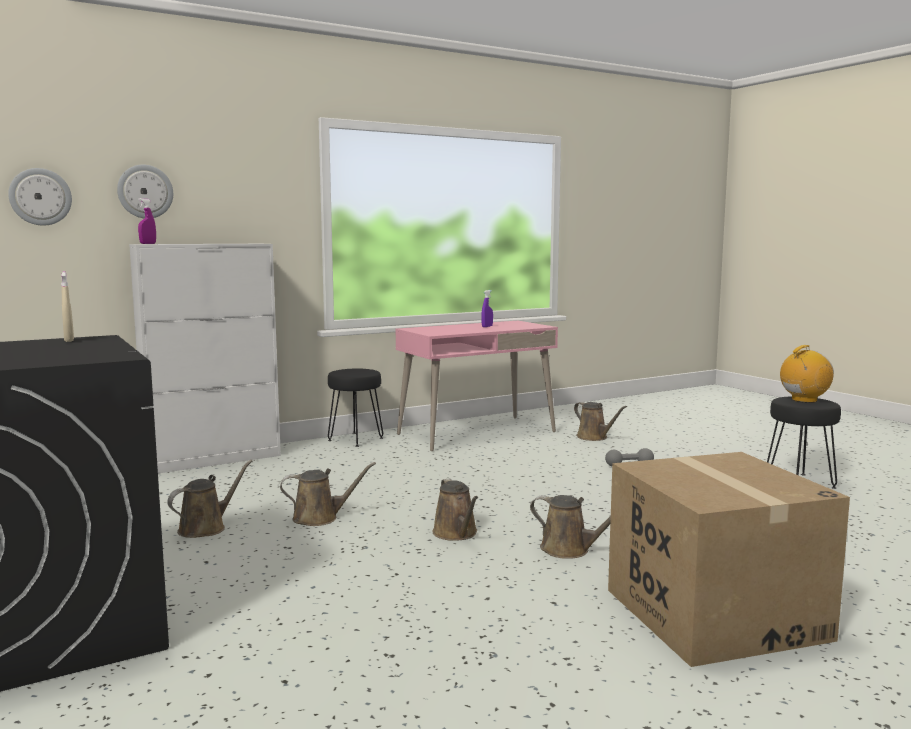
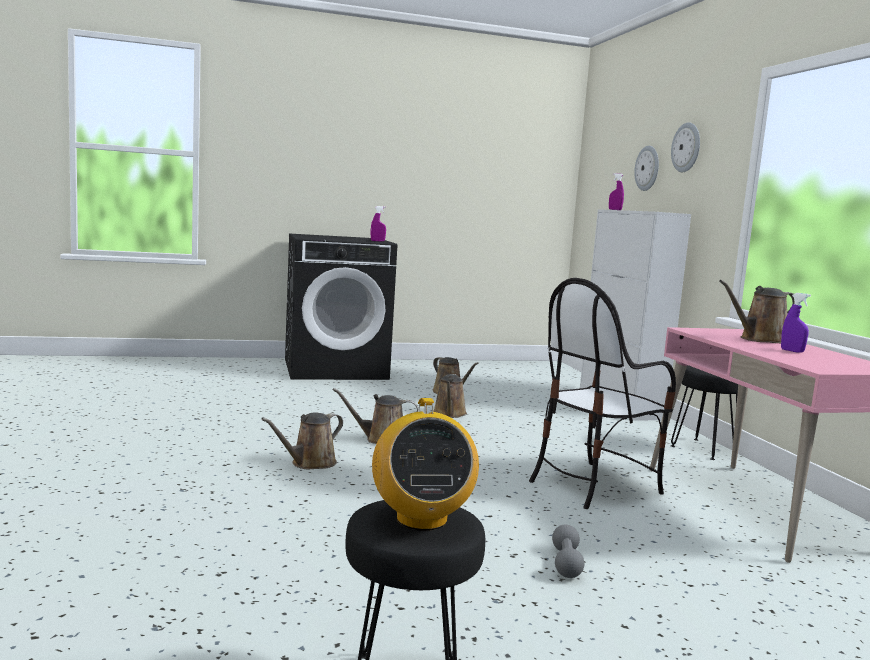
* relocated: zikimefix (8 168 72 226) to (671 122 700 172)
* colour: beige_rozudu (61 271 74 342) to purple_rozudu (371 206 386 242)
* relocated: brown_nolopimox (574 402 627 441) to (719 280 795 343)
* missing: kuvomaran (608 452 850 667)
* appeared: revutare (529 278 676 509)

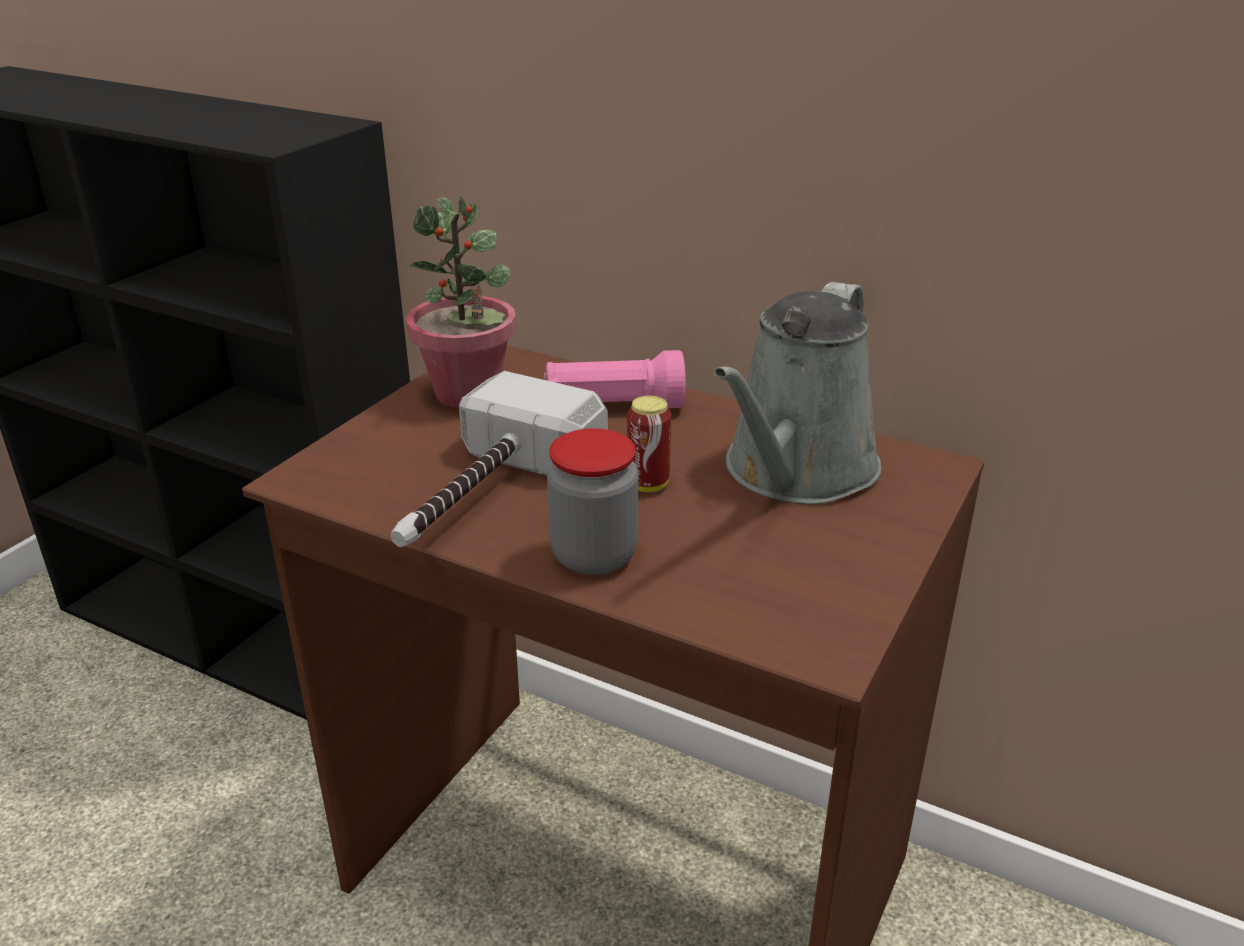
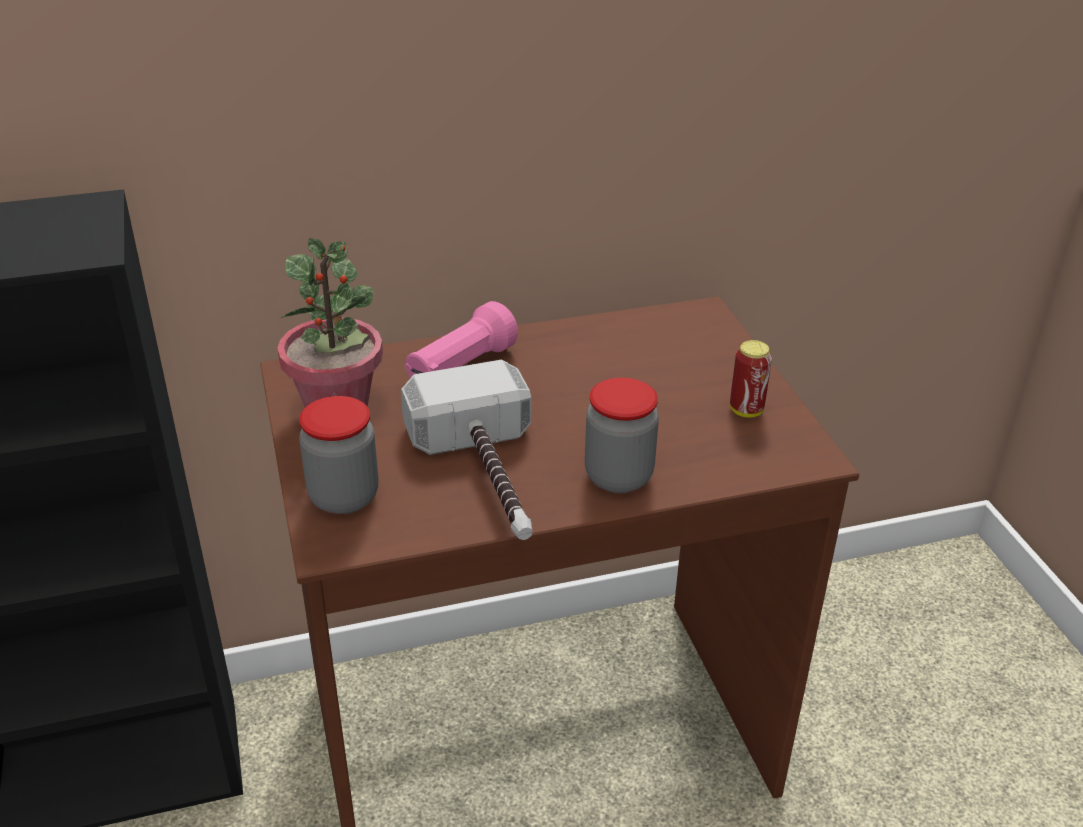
* relocated: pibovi (627 395 671 492) to (730 340 772 418)
* missing: grey_nolopimox (714 282 881 504)
* appeared: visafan (299 396 378 514)

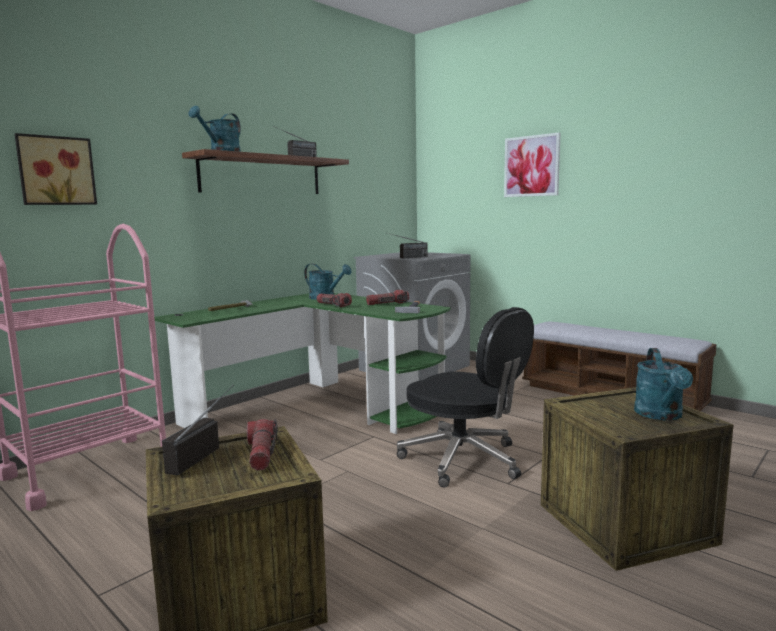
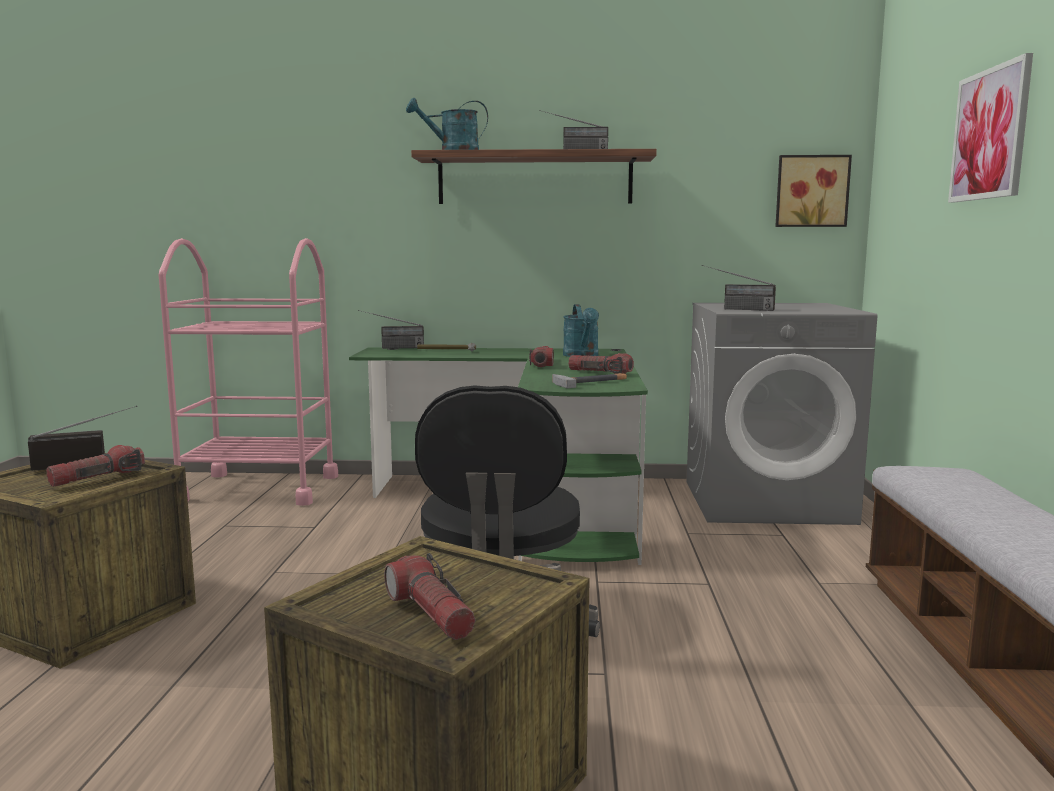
* relocated: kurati (15 133 97 205) to (775 155 852 227)
* exchanged: turquoise_nolopimox (634 348 693 420) to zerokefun (384 553 475 640)
* appeared: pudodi (358 310 424 349)

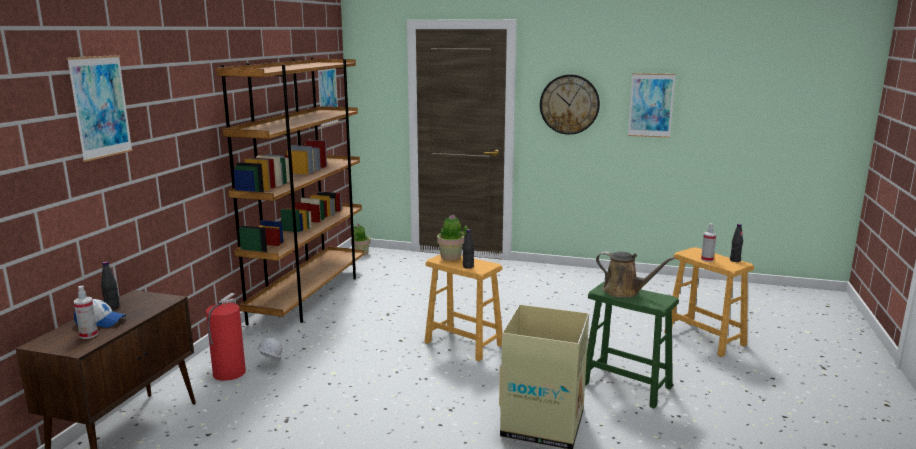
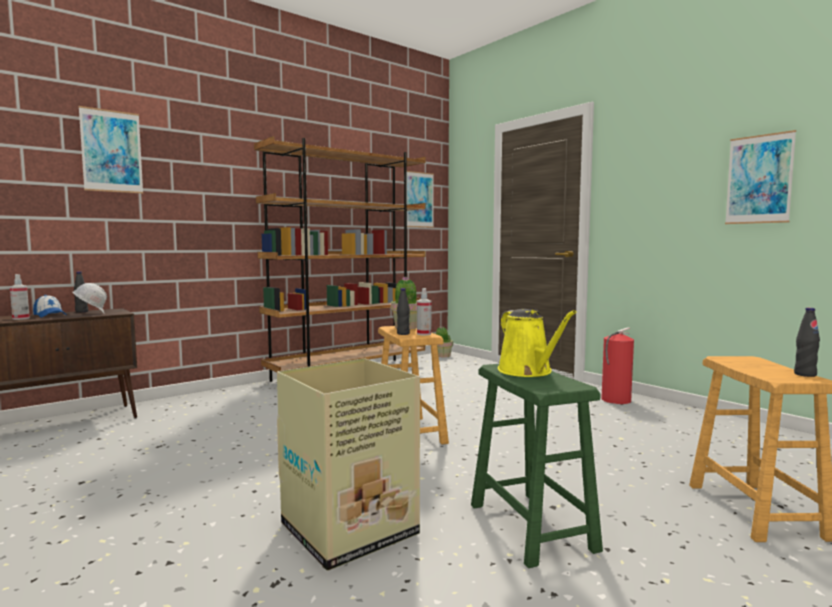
* relocated: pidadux (206 293 246 381) to (601 327 634 404)
* relocated: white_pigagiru (256 337 283 361) to (73 283 107 313)
* missing: zikimefix (540 74 600 135)
* colour: brown_nolopimox (596 251 675 298) to yellow_nolopimox (498 309 576 377)
* relocated: rozudu (701 223 716 262) to (417 288 431 335)

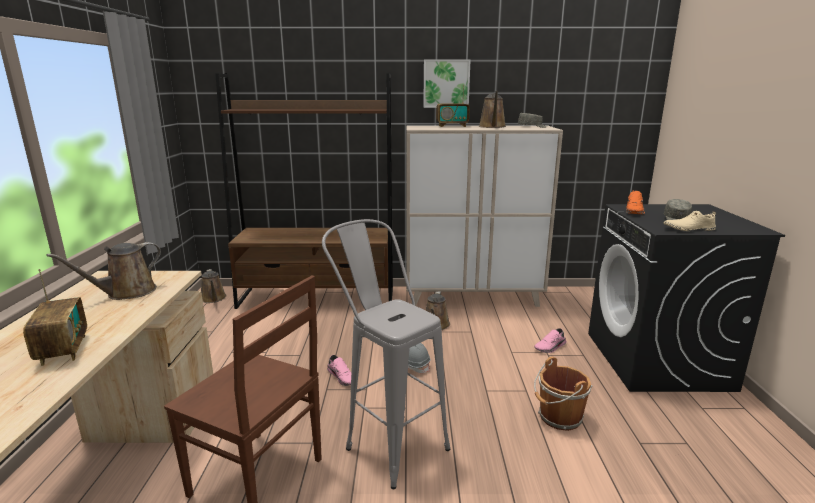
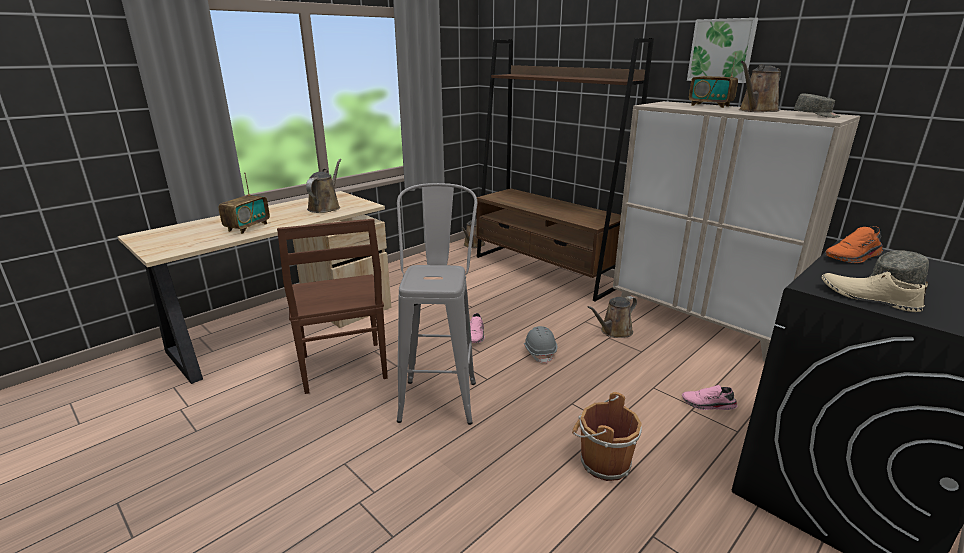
* spun: brown_nolopimox (46 242 161 300) = (306 159 341 213) 105 degrees clockwise

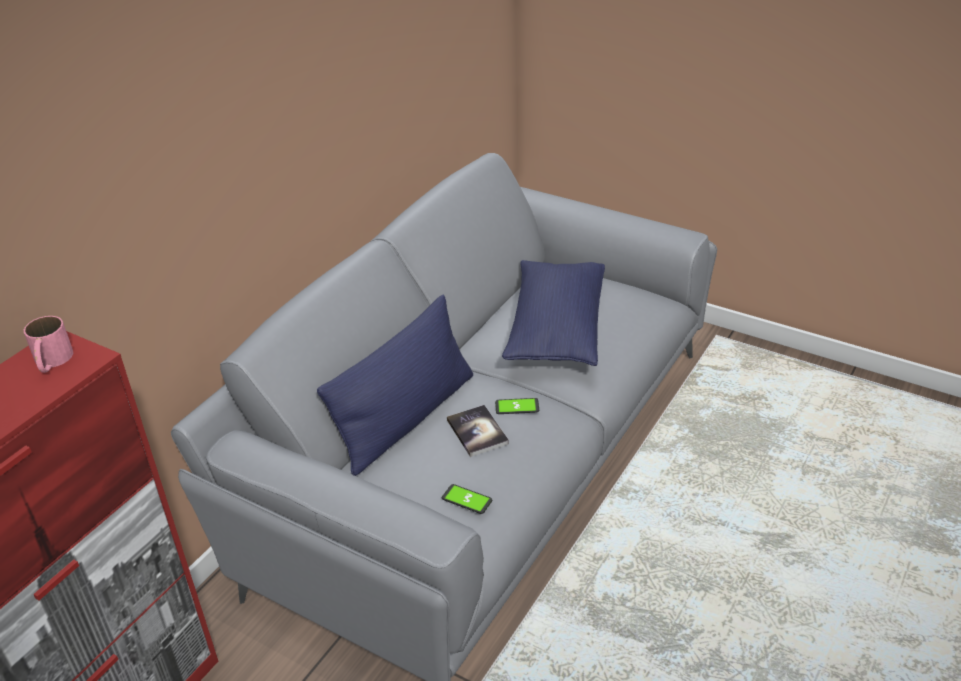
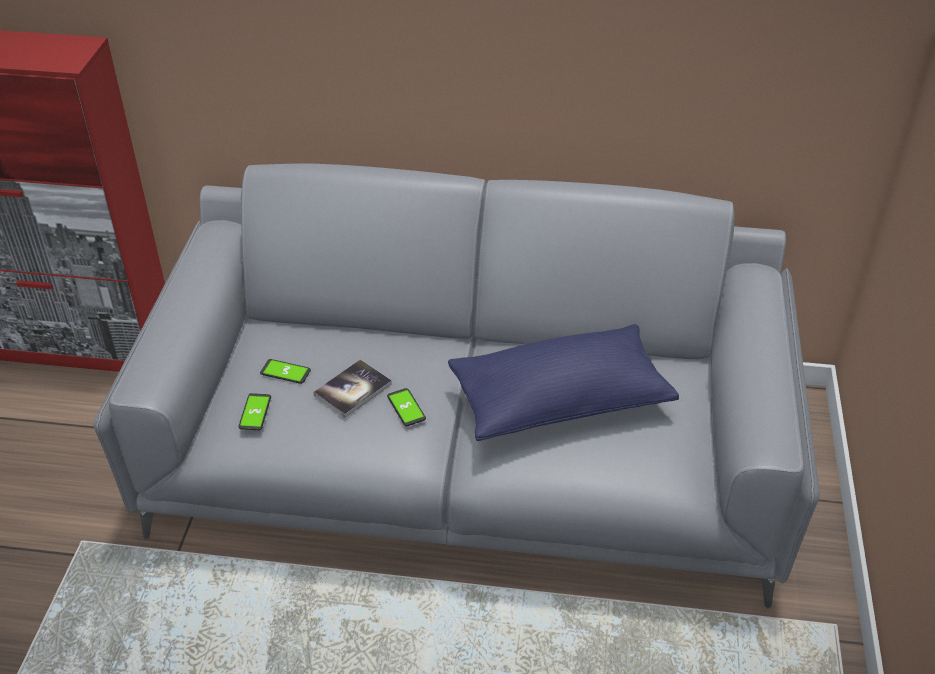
* missing: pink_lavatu (24 316 73 373)
* missing: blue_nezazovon (317 295 473 476)
* appeared: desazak (260 359 311 384)

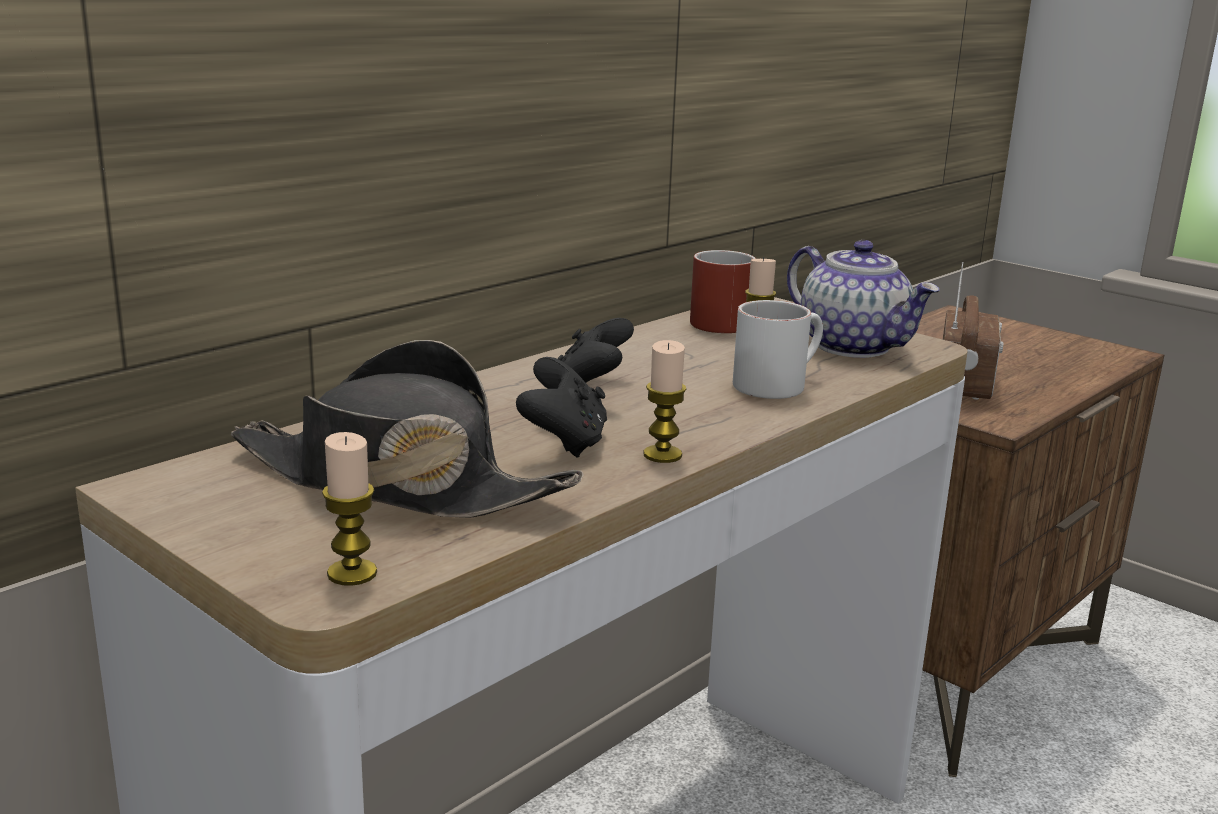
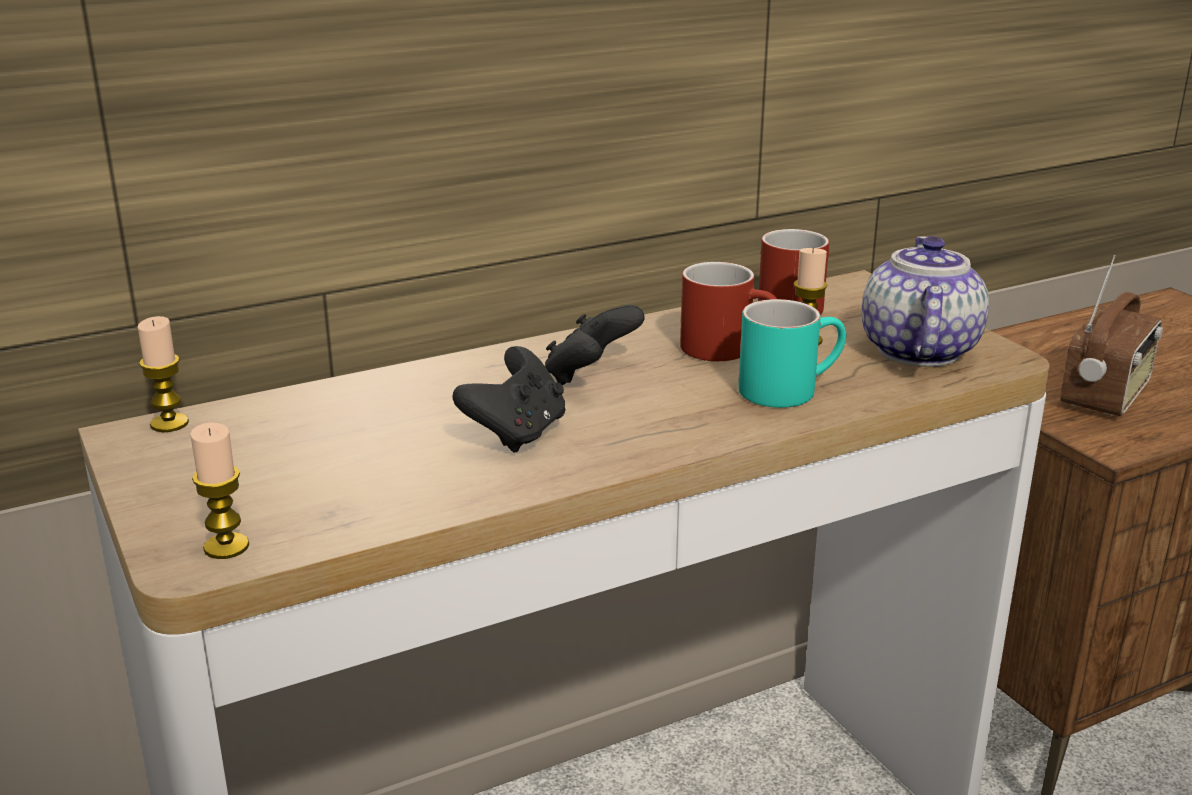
* missing: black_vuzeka (231 340 584 518)
* relocated: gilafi (643 340 686 463) to (137 316 189 432)
* colour: white_lavatu (733 300 823 399) to turquoise_lavatu (738 299 846 408)
* spun: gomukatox (787 240 940 358) = (862 236 989 367) 150 degrees counterclockwise
* appeared: red_lavatu (680 262 777 361)

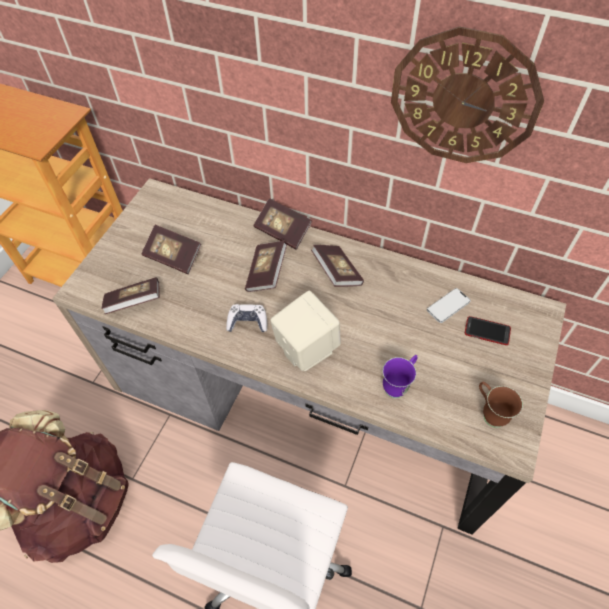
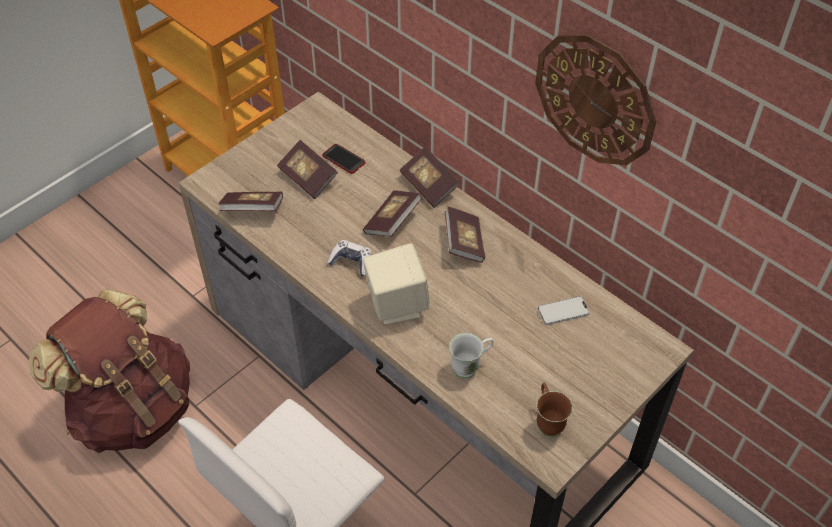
* colour: purple_lavatu (383 355 418 398) to white_lavatu (449 333 493 378)
* relocated: desazak (465 316 511 345) to (322 144 365 174)

